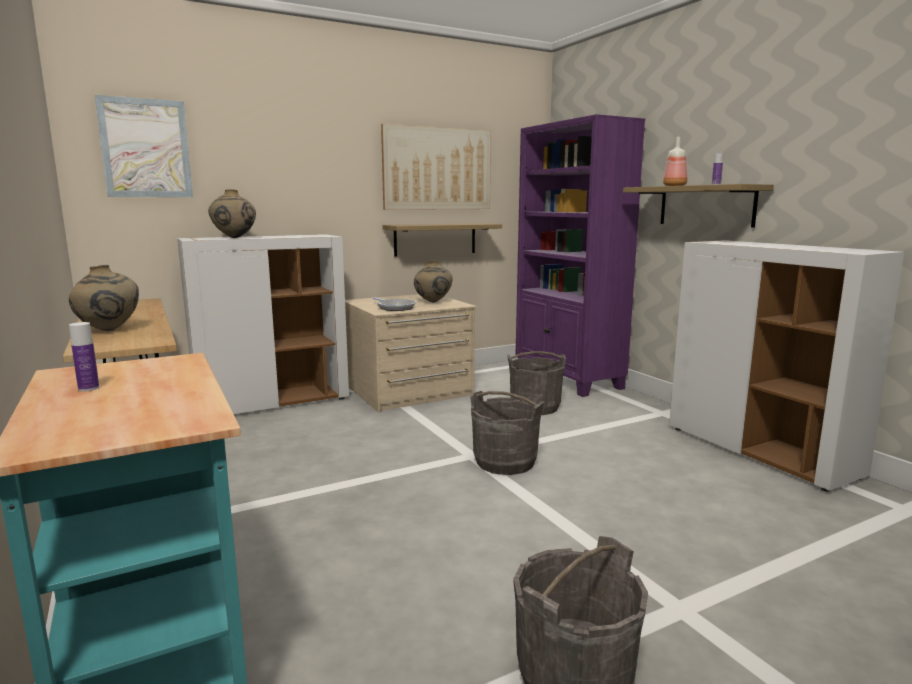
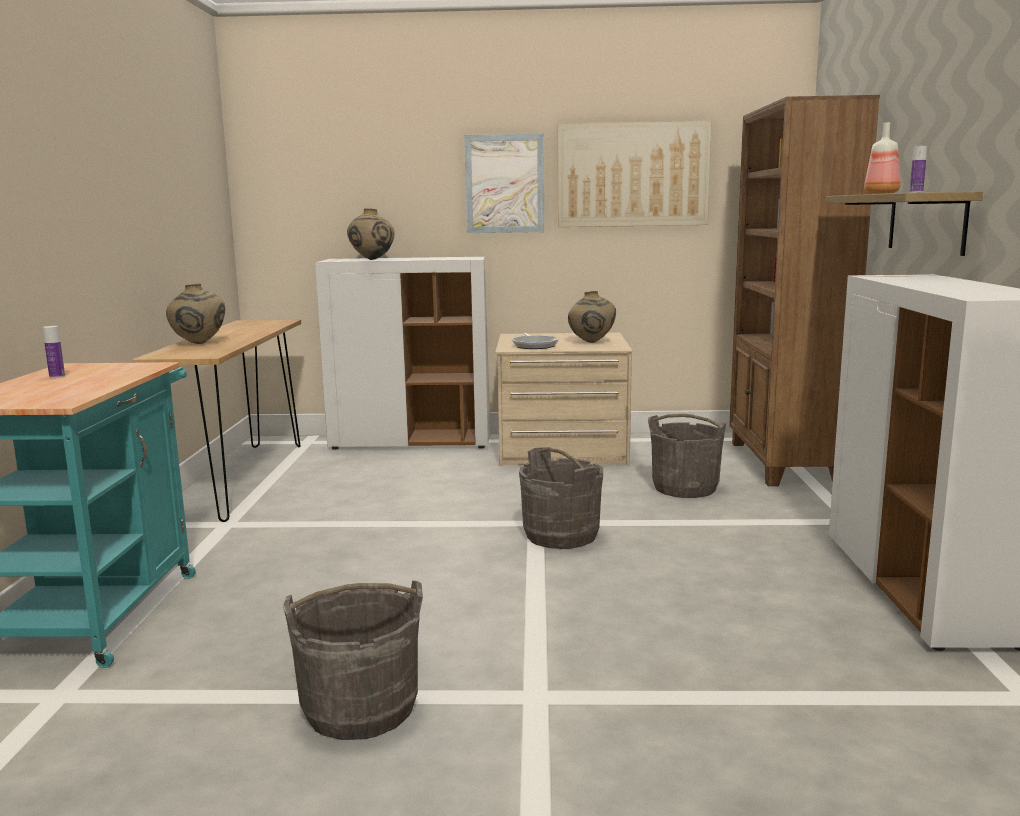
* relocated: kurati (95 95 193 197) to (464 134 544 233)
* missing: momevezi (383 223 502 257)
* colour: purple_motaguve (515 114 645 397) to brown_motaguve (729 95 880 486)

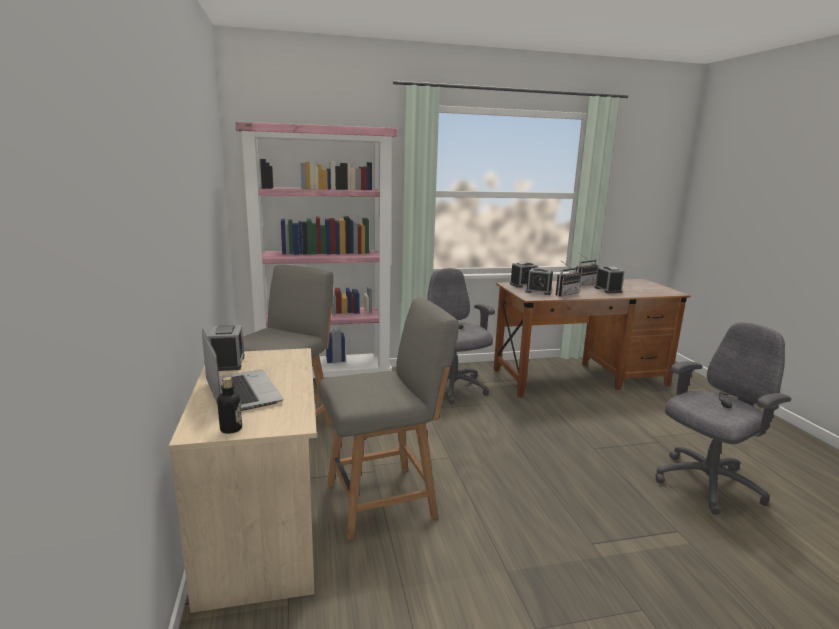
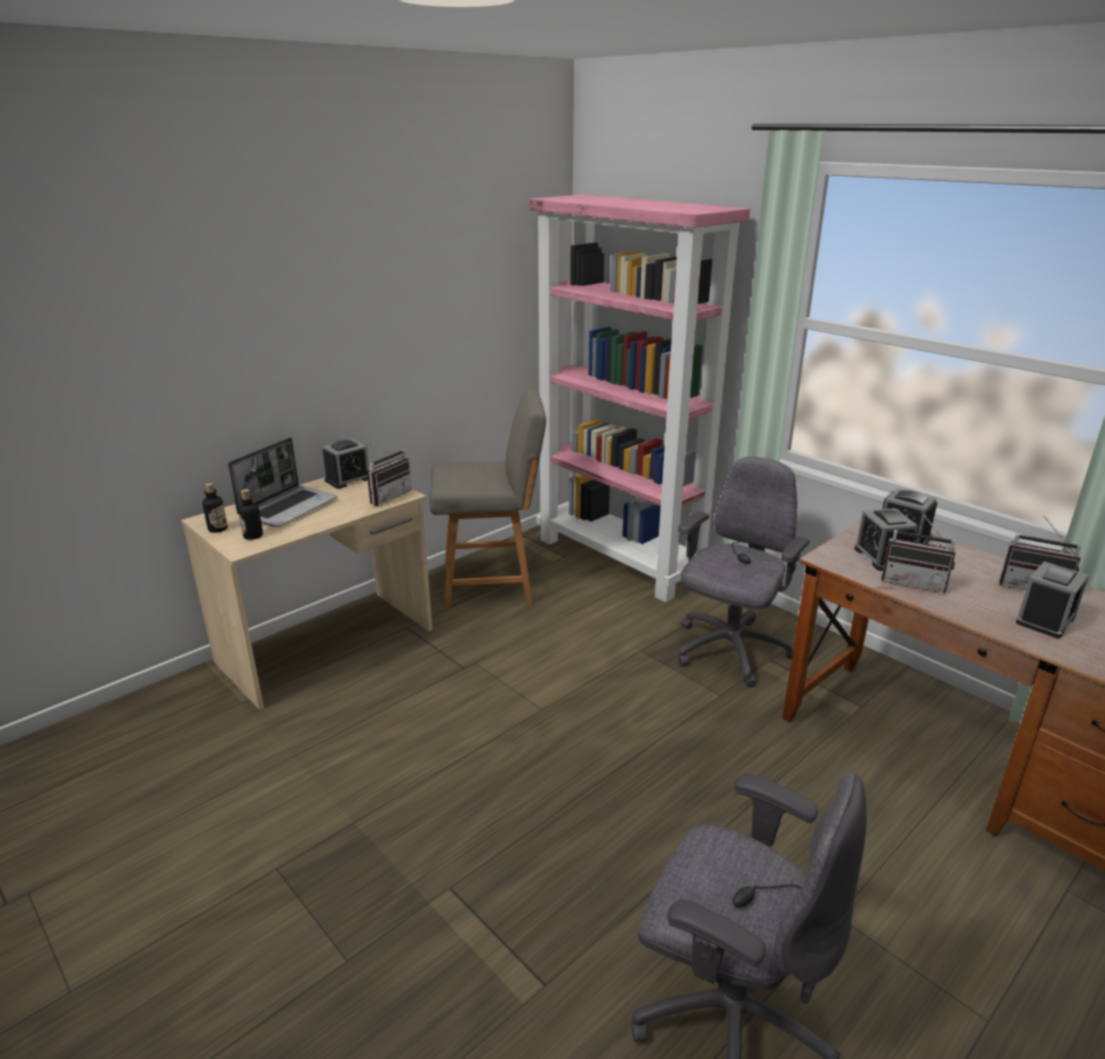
* missing: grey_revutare (319 297 459 540)
* appeared: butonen (238 489 263 540)
* appeared: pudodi (367 443 412 506)

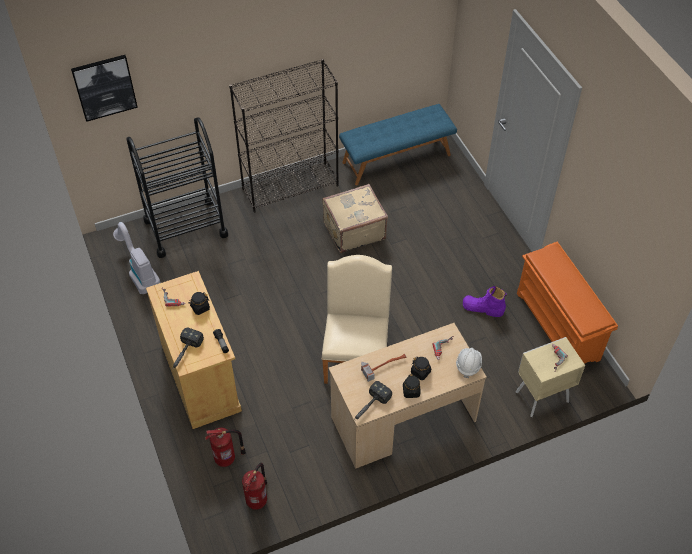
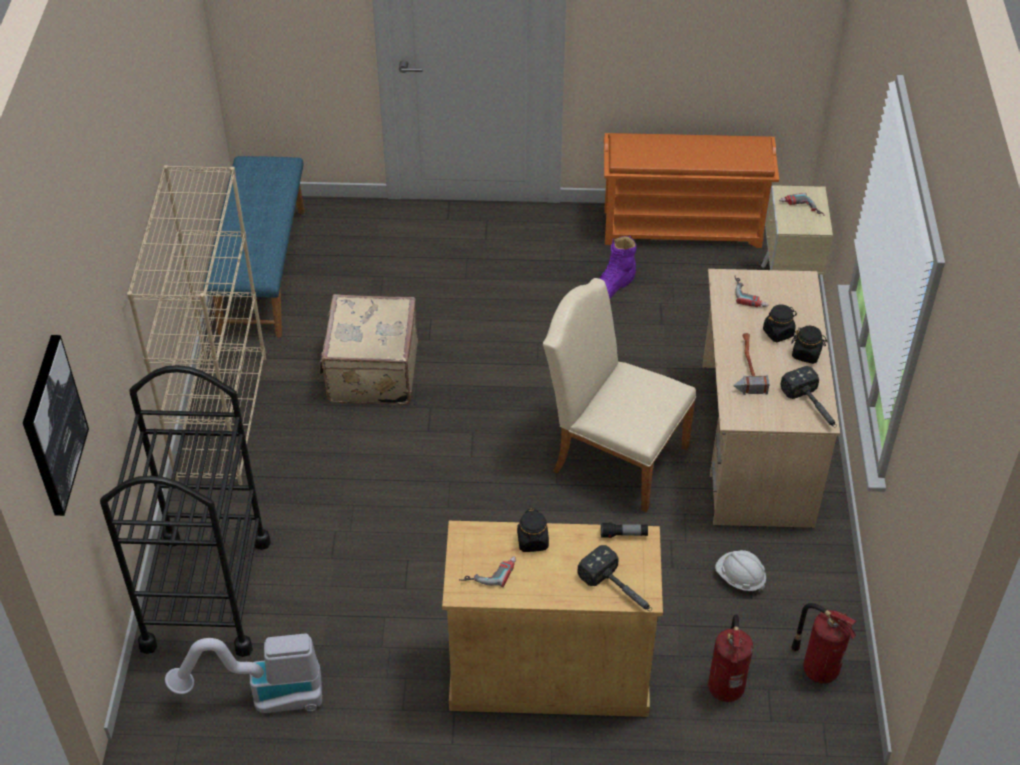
* colour: black_motaguve (229 59 339 213) to beige_motaguve (127 165 266 485)
* relocated: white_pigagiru (456 348 482 378) to (715 550 766 592)

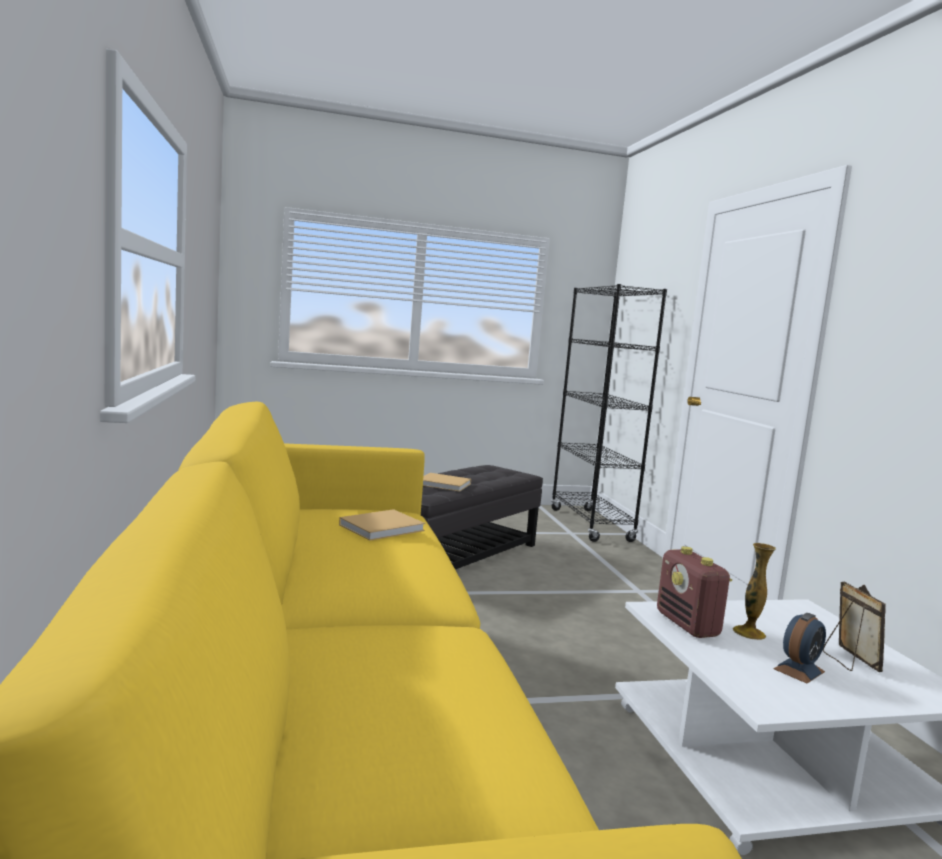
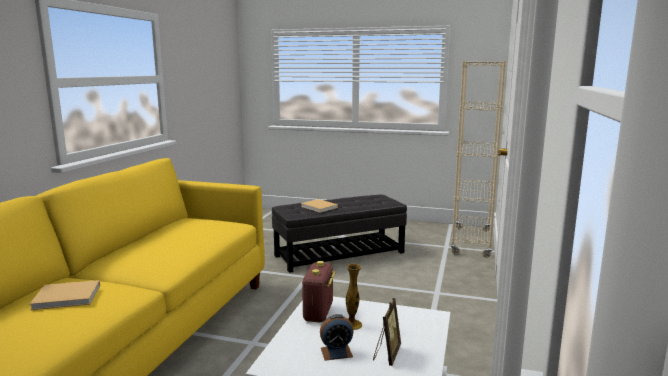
* relocated: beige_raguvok (339 509 425 541) to (29 280 100 310)
* colour: black_motaguve (551 284 667 542) to beige_motaguve (450 61 507 258)

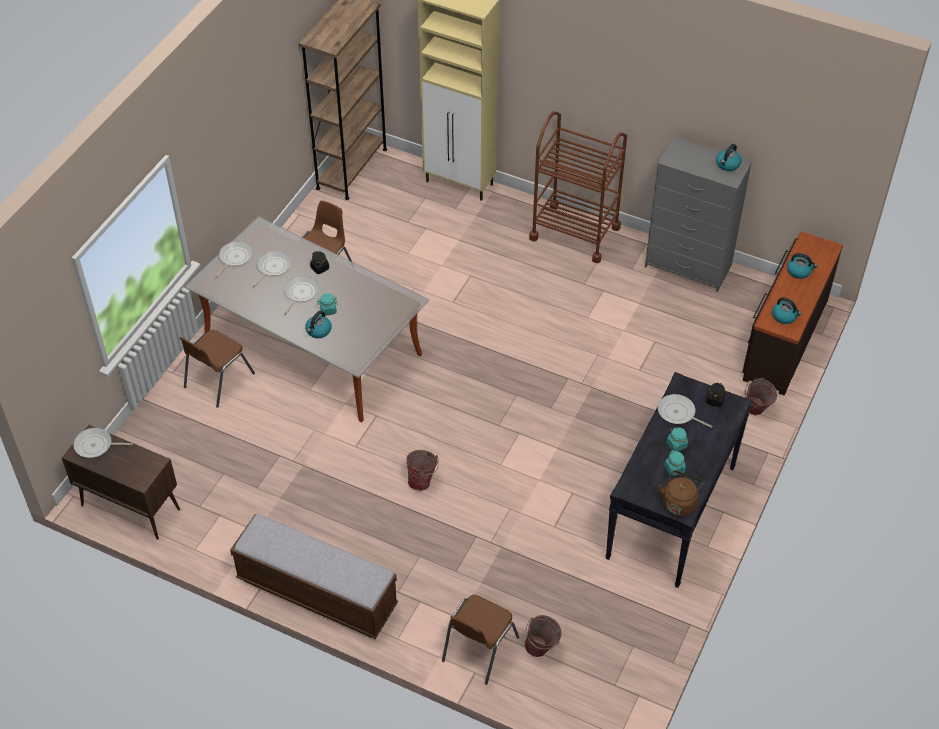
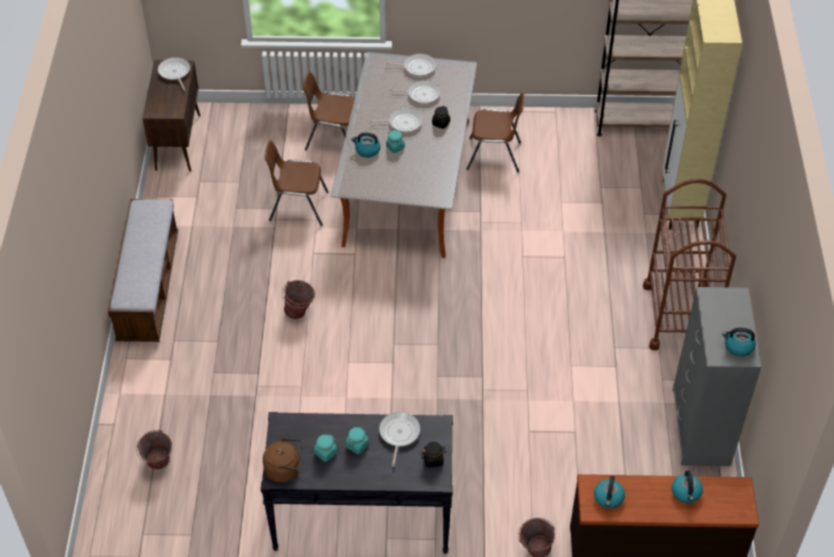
* relocated: brown_revutare (442 595 519 685) to (265 140 328 226)

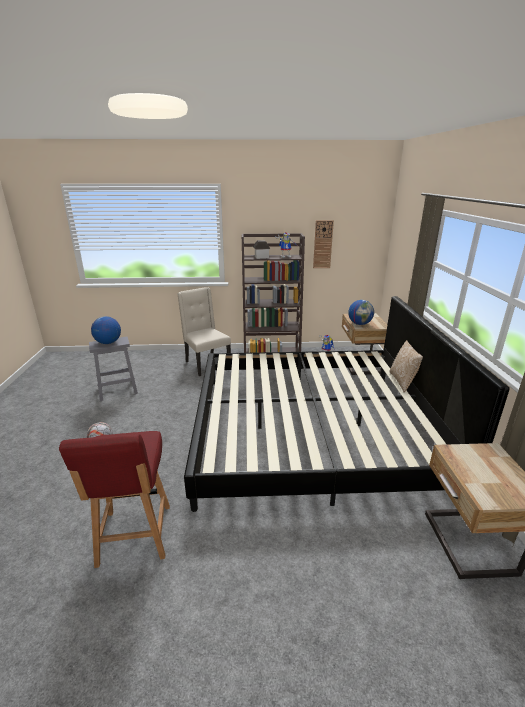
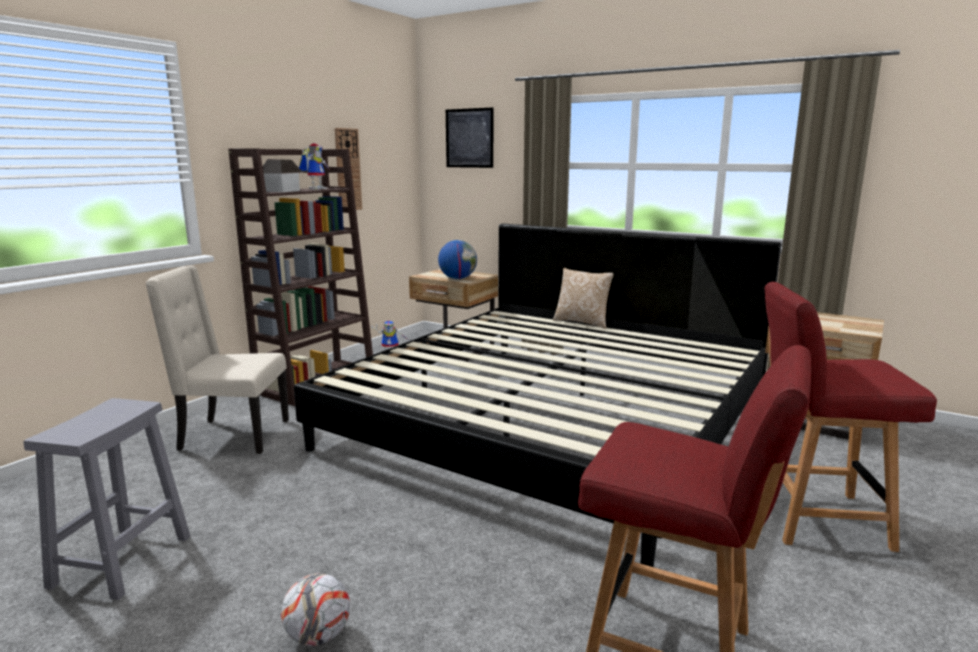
* missing: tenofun (91 316 121 344)
* appeared: kurati (446 107 493 168)
* appeared: red_revutare (765 282 937 552)

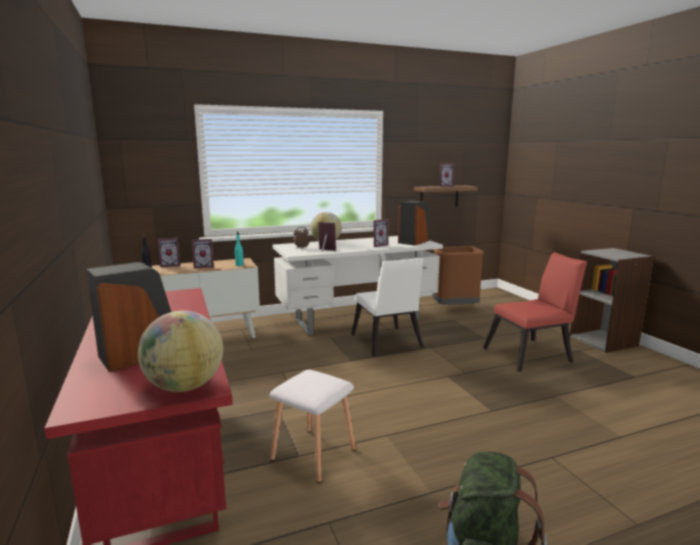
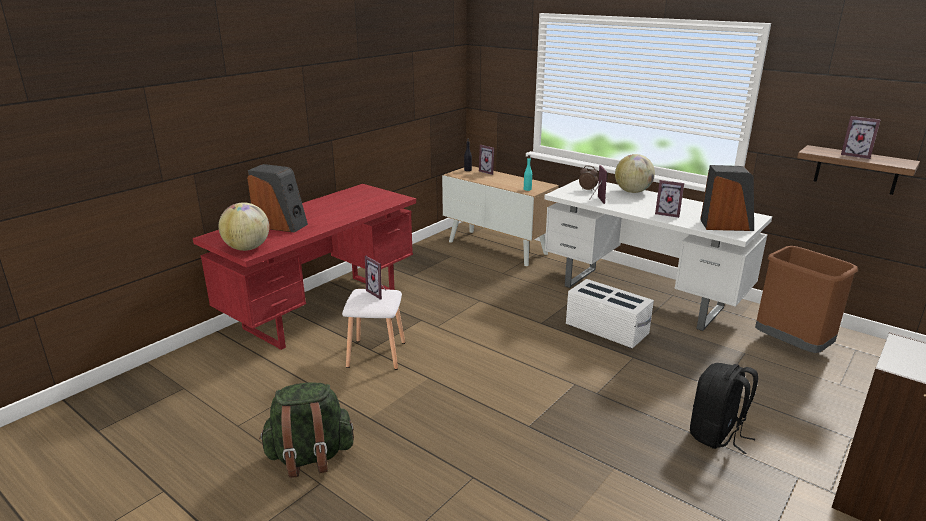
* relocated: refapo (192 239 214 268) to (365 256 385 300)
* exchanged: white_revutare (351 258 424 357) to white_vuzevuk (566 279 654 348)
* exchanged: red_revutare (483 253 587 372) to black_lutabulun (690 363 758 454)

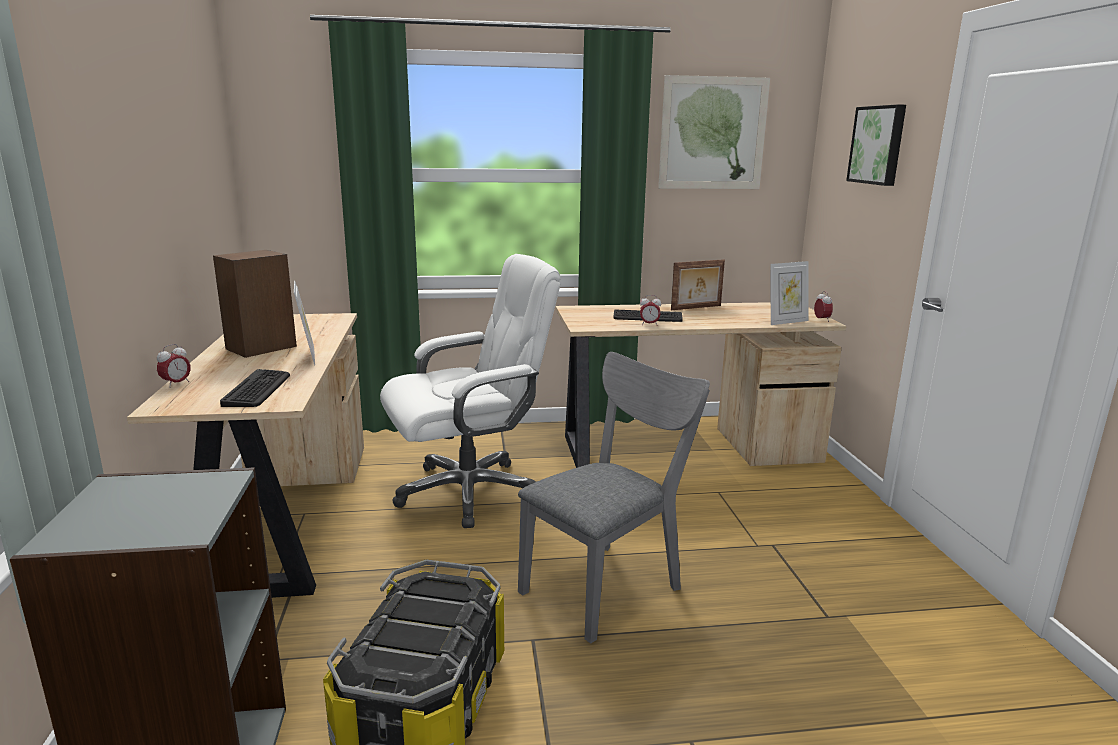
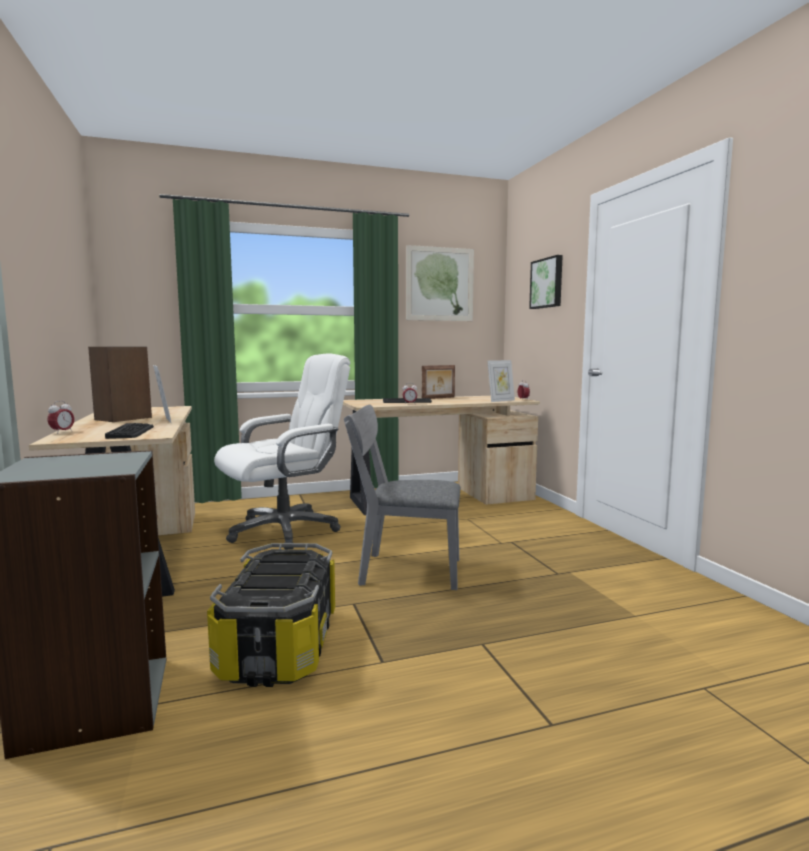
* spun: grey_revutare (518 352 710 644) = (344 405 461 590) 120 degrees counterclockwise

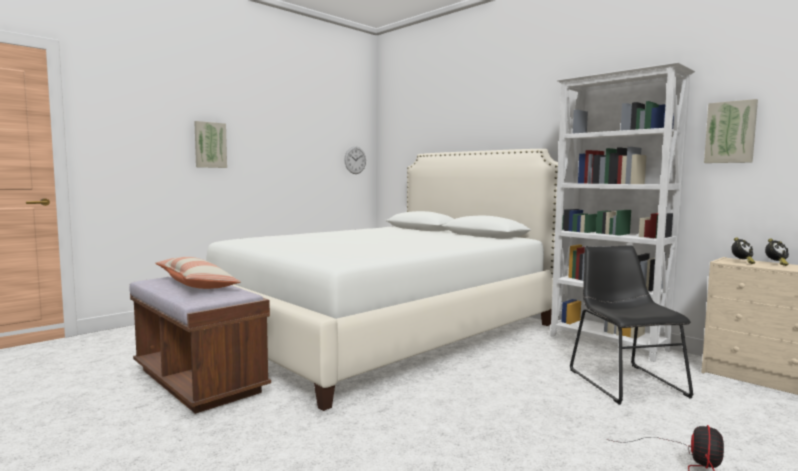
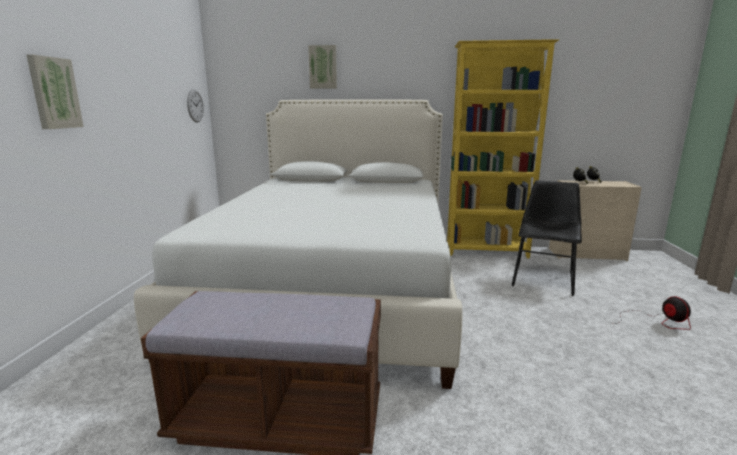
* missing: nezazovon (155 257 241 289)
* colour: white_motaguve (550 62 695 362) to yellow_motaguve (447 39 559 259)
* spun: black_revutare (570 245 694 405) = (512 180 582 296) 75 degrees clockwise
* relocated: kurati (704 99 758 163) to (308 45 337 89)

